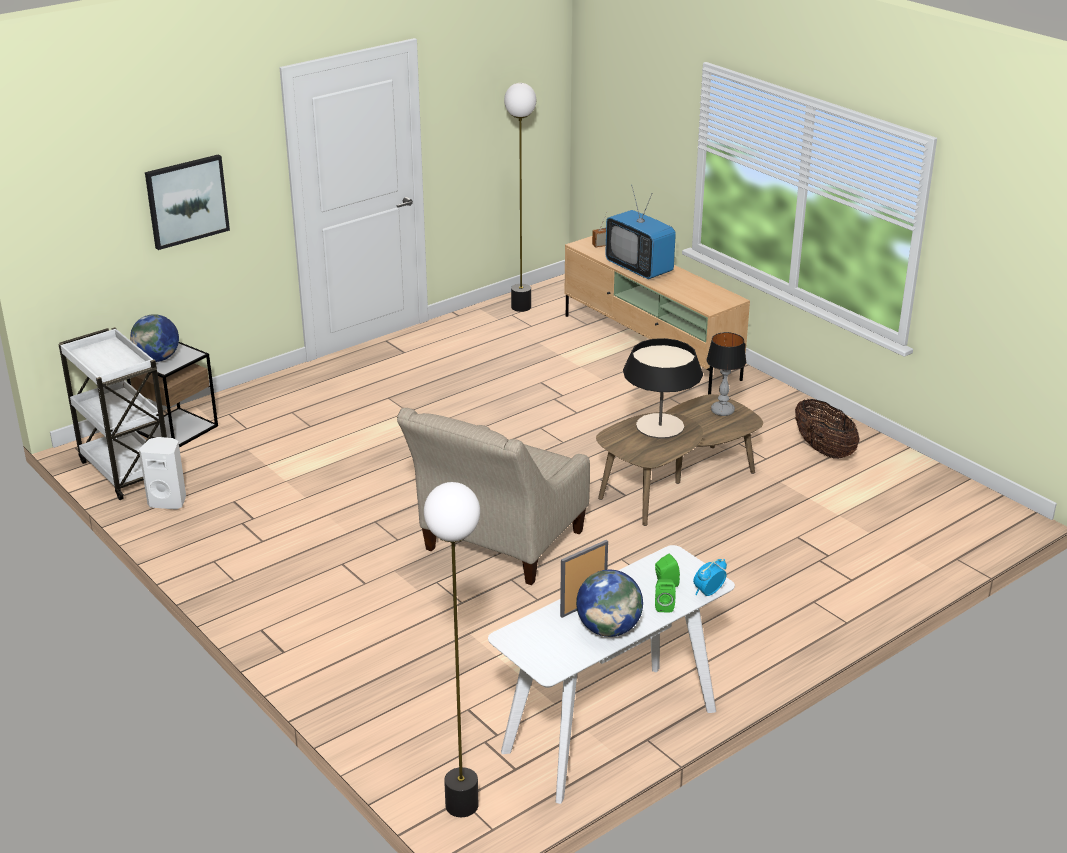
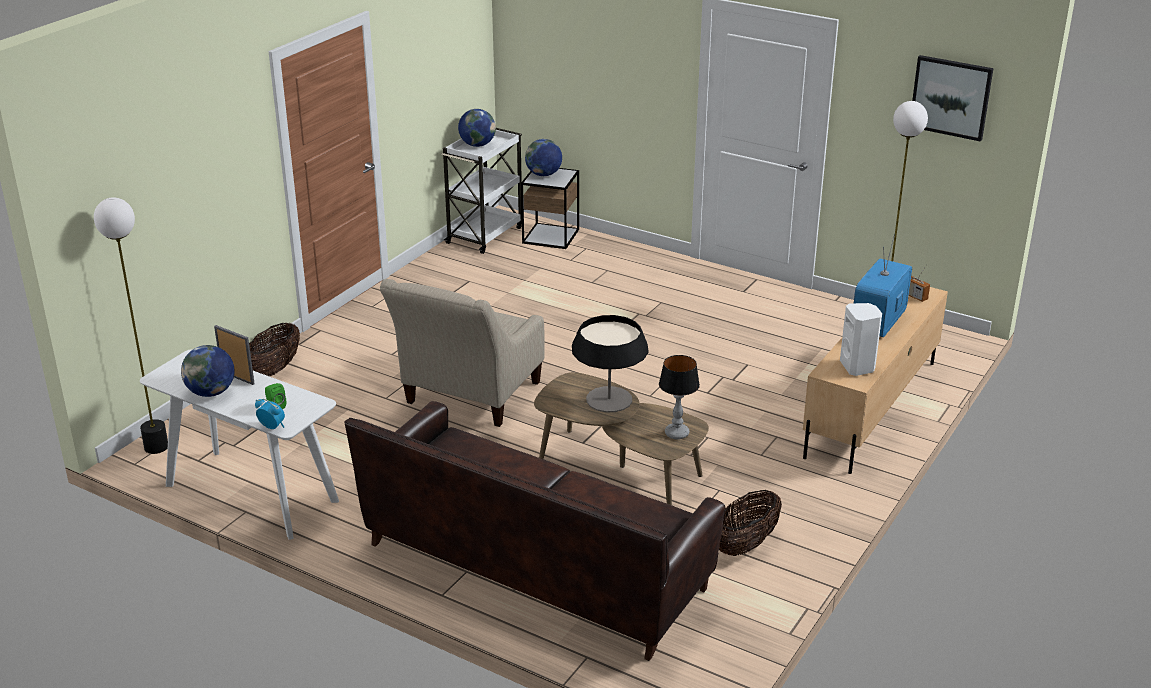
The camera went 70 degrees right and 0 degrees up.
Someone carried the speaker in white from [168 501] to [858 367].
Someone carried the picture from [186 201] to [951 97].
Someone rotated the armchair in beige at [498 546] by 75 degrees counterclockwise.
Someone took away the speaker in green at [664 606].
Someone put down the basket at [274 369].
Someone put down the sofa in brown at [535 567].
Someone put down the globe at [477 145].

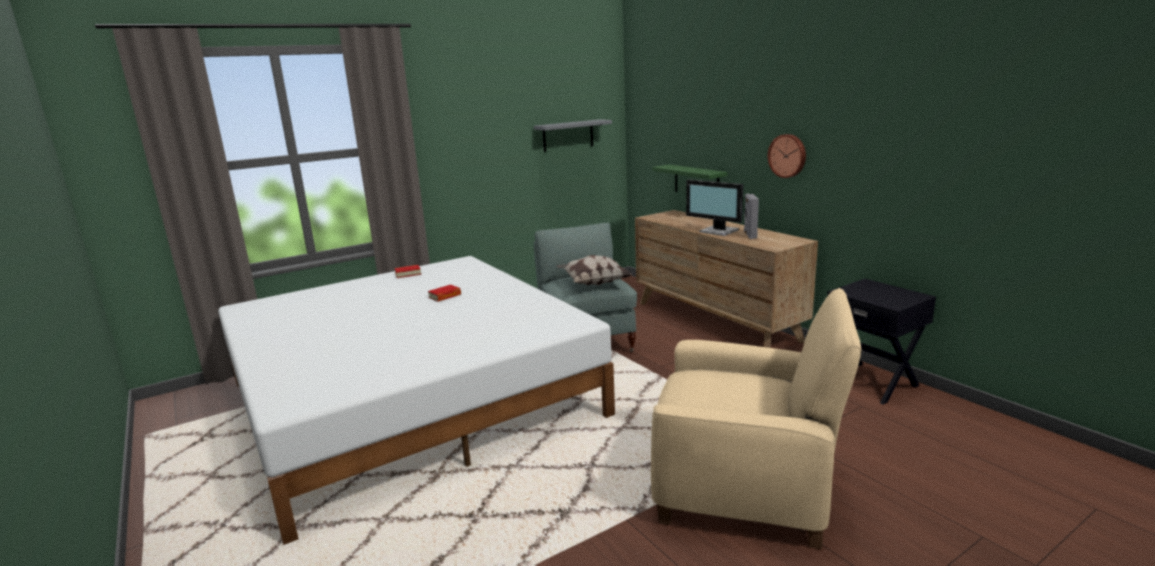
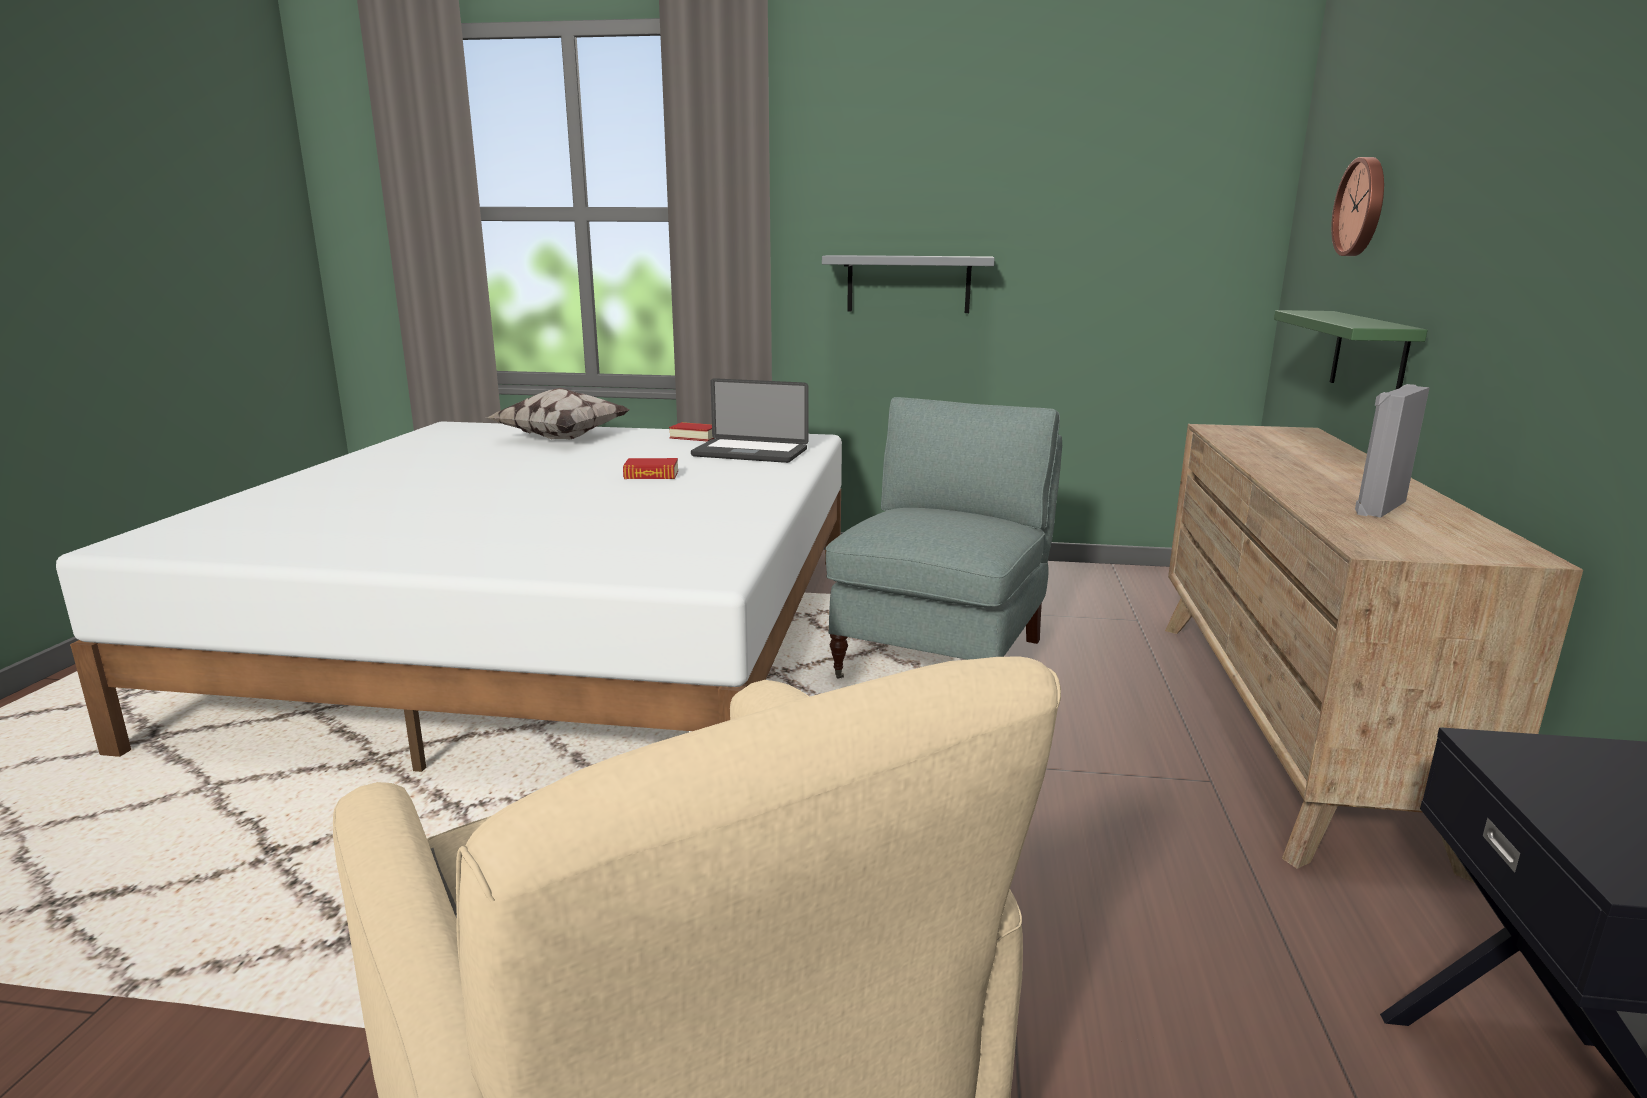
The camera went 40 degrees right and 0 degrees up.
Someone carried the shelf in grey from [568 135] to [908 284].
Someone carried the pillow from [593 283] to [562 437].
Someone took away the monitor at [718 231].
Someone carried the wall clock from [788 155] to [1362 207].
Someone put down the laptop at [750 453].

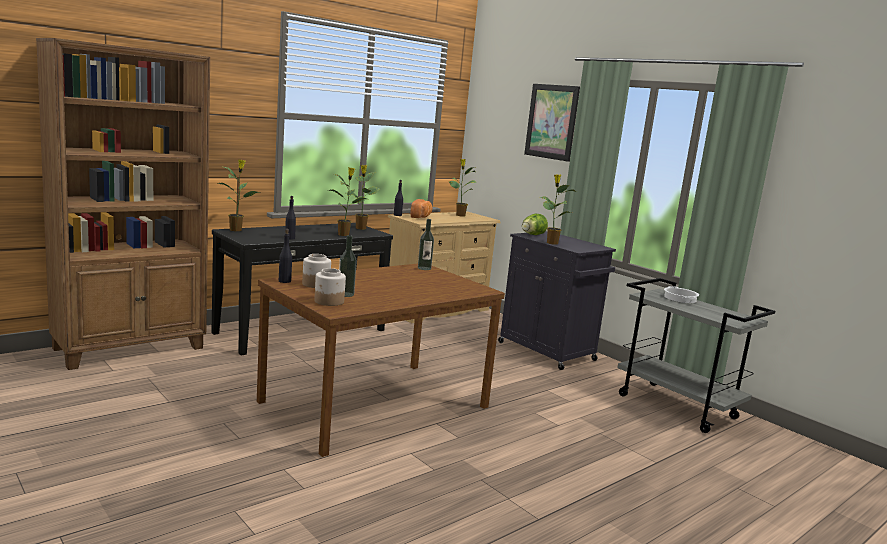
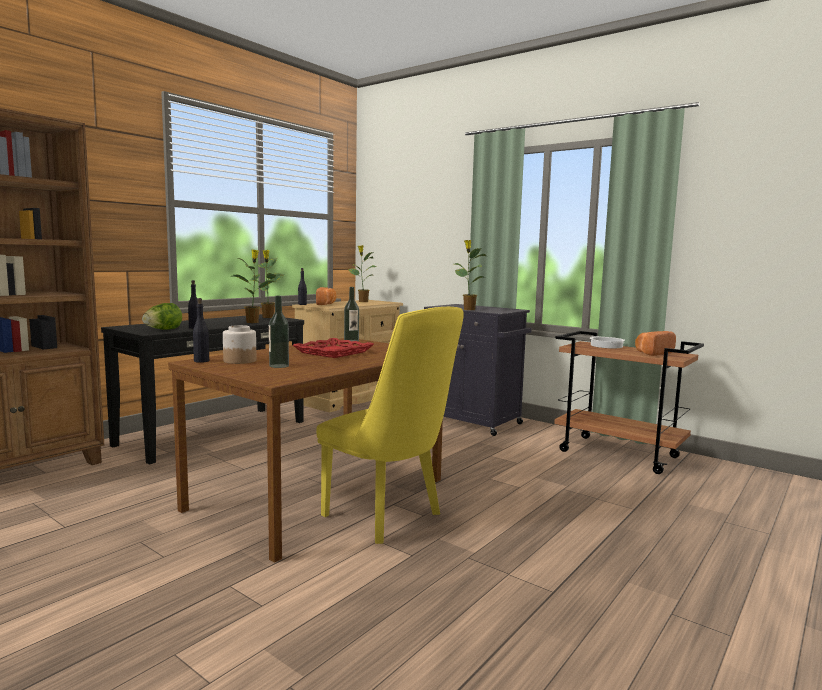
The camera went 10 degrees left and 5 degrees down.
Someone took away the potted plant at [236 230].
Someone took away the jar at [329 301].
Someone carried the lettuce from [532 235] to [163 330].
Someone took away the picture at [551 122].
Someone repainted the cart in grey at [678 407], which became the cart in brown at [620 454].
Someone put down the tray in red at [333 352].
Someone put down the chair in yellow at [389 518].
Someone put down the bread at [652 353].

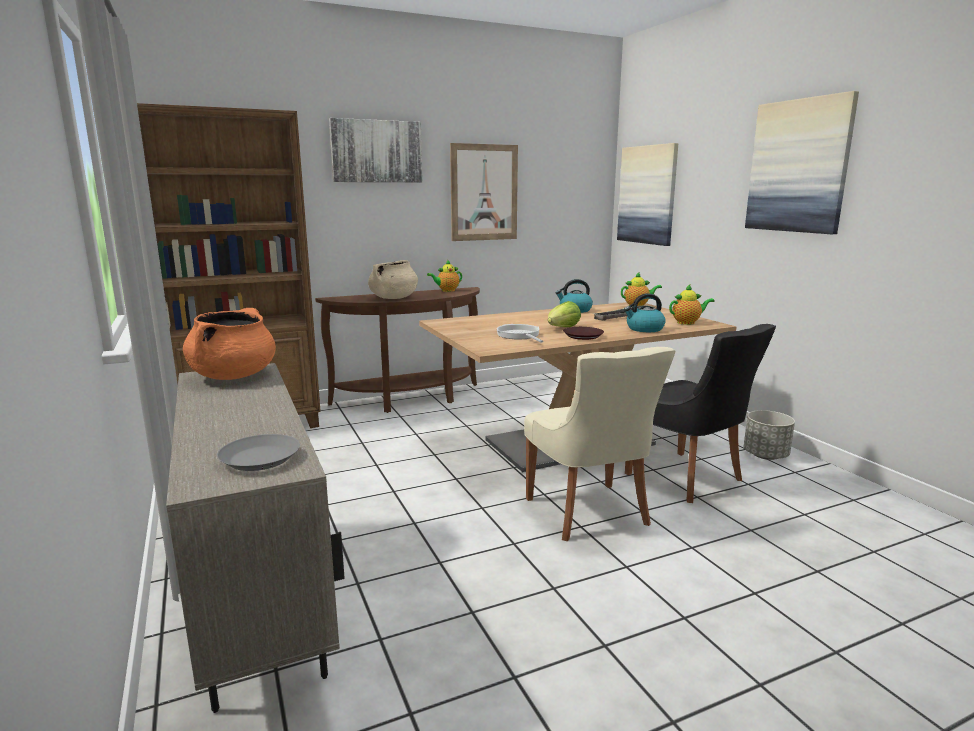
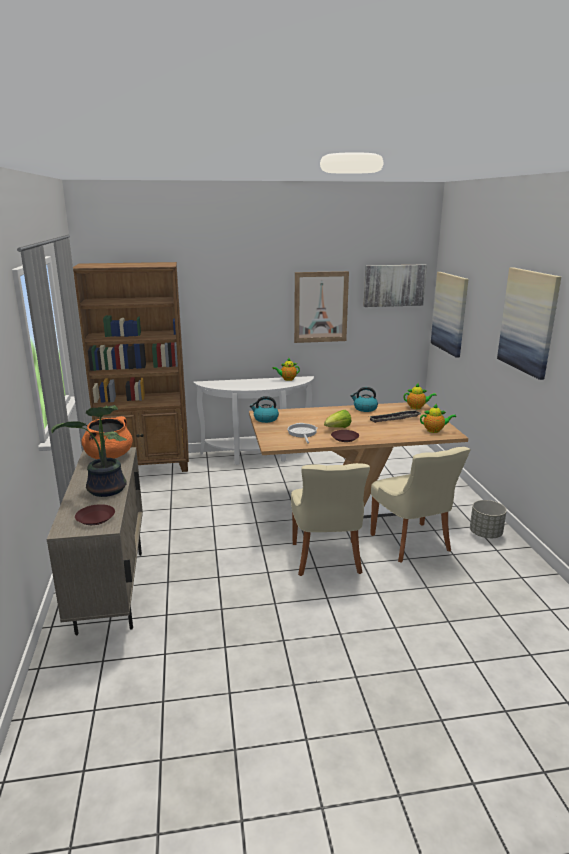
The camera went 15 degrees right and 5 degrees up.
Someone repainted the plate in grey at [260 458], which became the plate in brown at [95 518].
Someone repainted the console table in brown at [411 400], which became the console table in white at [257 456].
Someone carried the picture from [376 151] to [394 285].
Someone took away the cooking pot in beige at [393 298].
Someone carried the kettle from [644 329] to [265 419].
Someone repainted the chair in black at [687 478], which became the chair in beige at [412 544].
Someone put down the potted plant at [106 490].

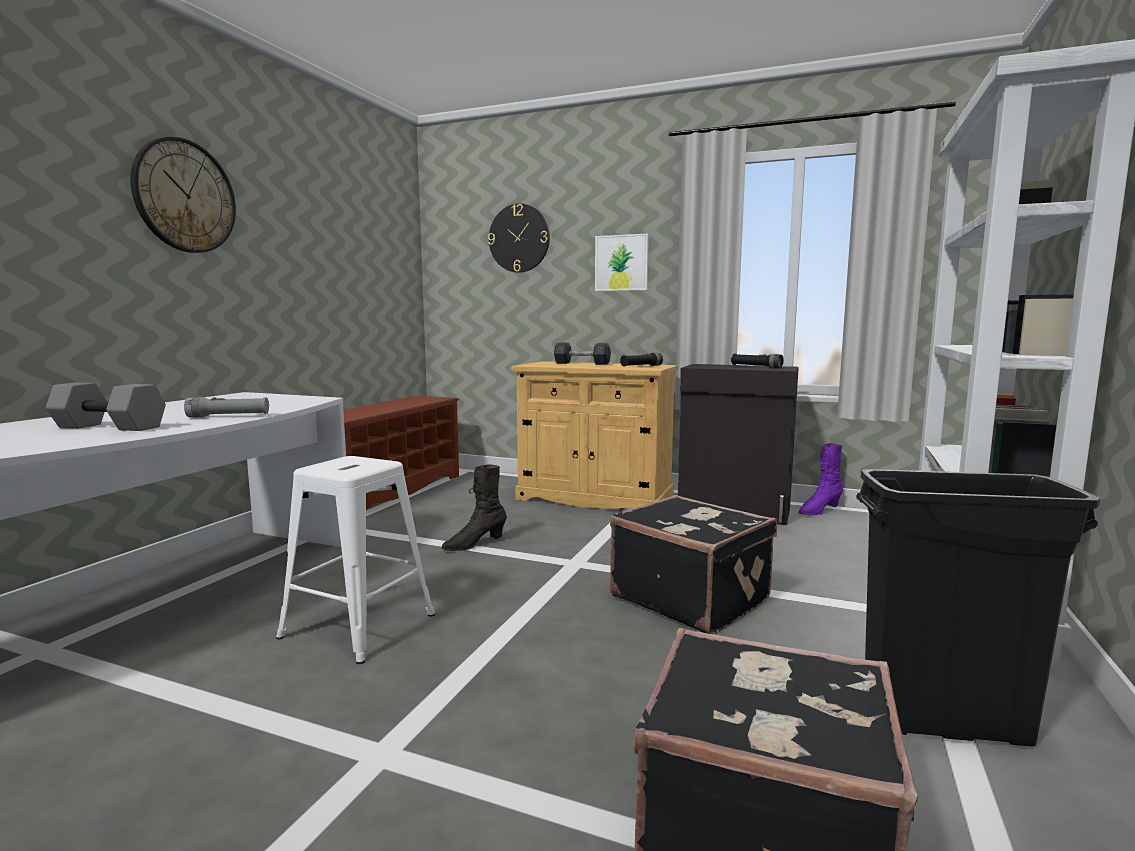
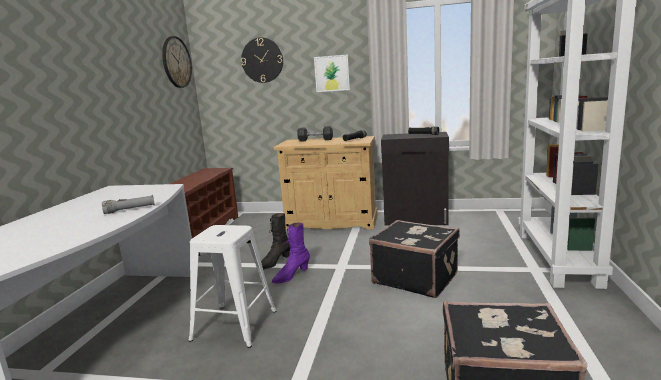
The camera went 10 degrees left and 5 degrees up.
Someone took away the dumbbell in grey at [111 427].
Someone carried the wall clock from [185 196] to [176 62].
Someone carried the boot in purple from [818 511] to [291 276].
Someone took away the trash can in black at [945 724].

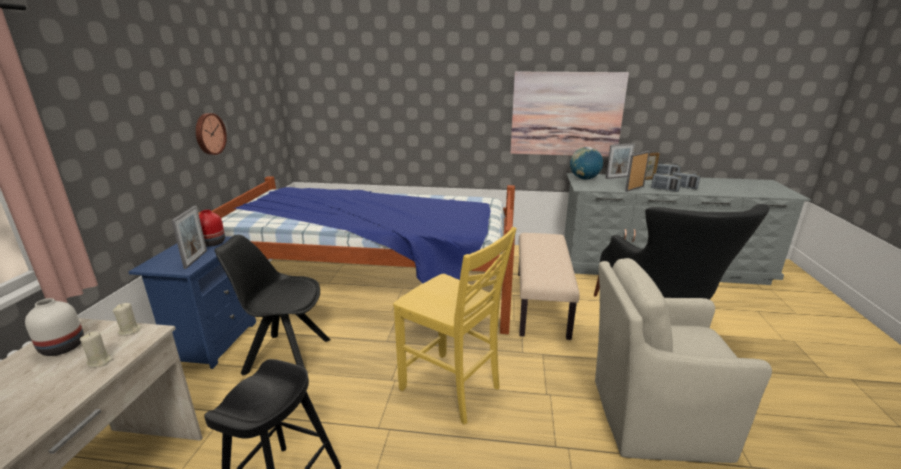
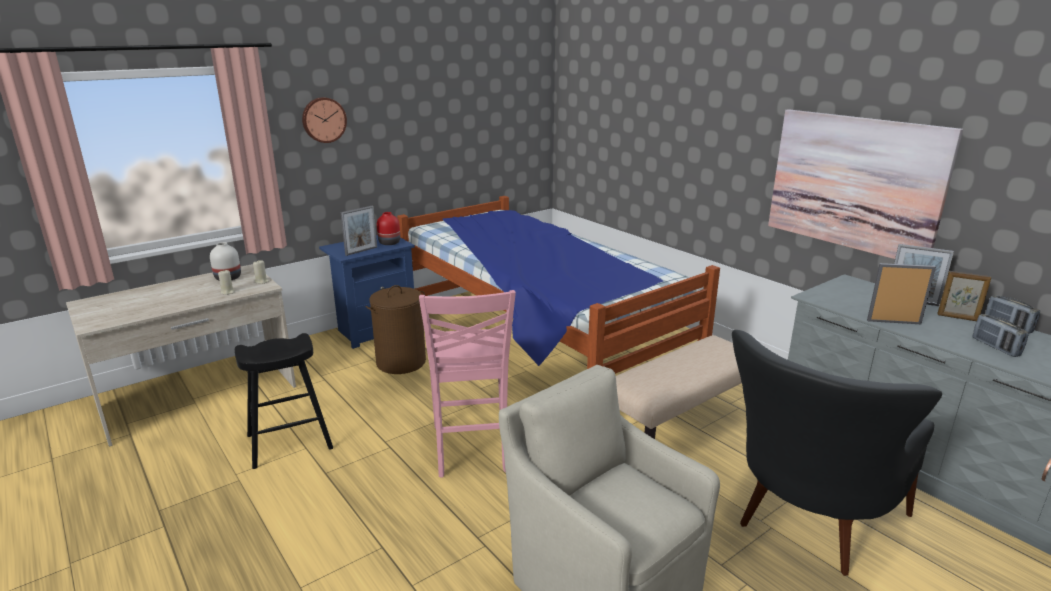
The camera went 45 degrees right and 0 degrees up.
Someone carried the wall clock from [209 134] to [323 120].
Someone swapped the chair in black at [285 355] for the laundry basket in brown at [401 362].
Someone repainted the chair in yellow at [452 388], which became the chair in pink at [471 449].
Someone took away the globe at [584 179].
Someone took away the radio at [664 189].

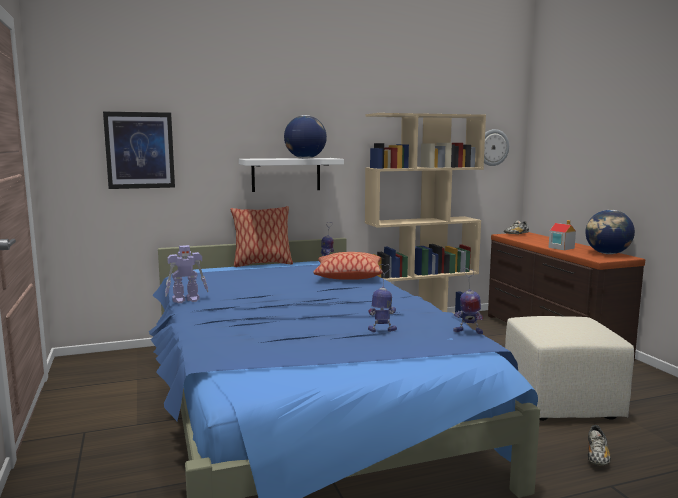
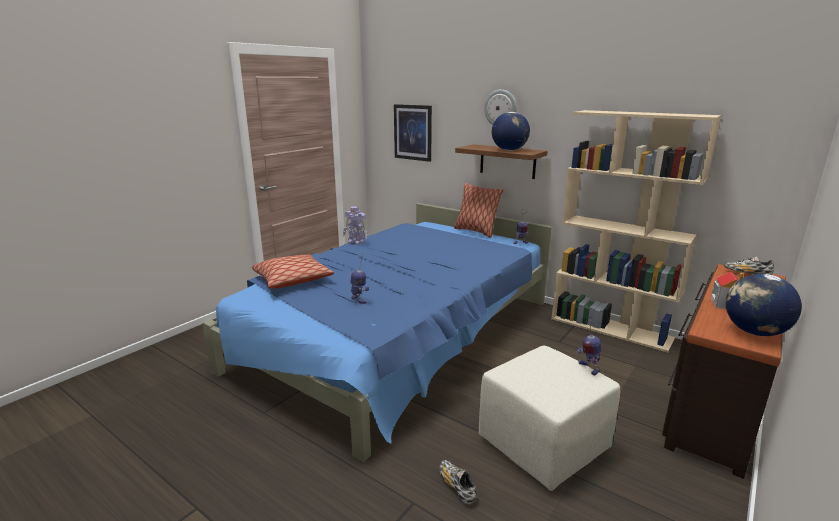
The camera went 55 degrees right and 10 degrees up.
Someone repainted the shelf in white at [286 174], which became the shelf in brown at [507 161].
Someone carried the pillow from [348 276] to [293 280].
Someone carried the toy robot from [467 331] to [588 368].
Someone carried the wall clock from [492 147] to [500 108].
Someone rotated the shoe at [597 457] by 75 degrees clockwise.

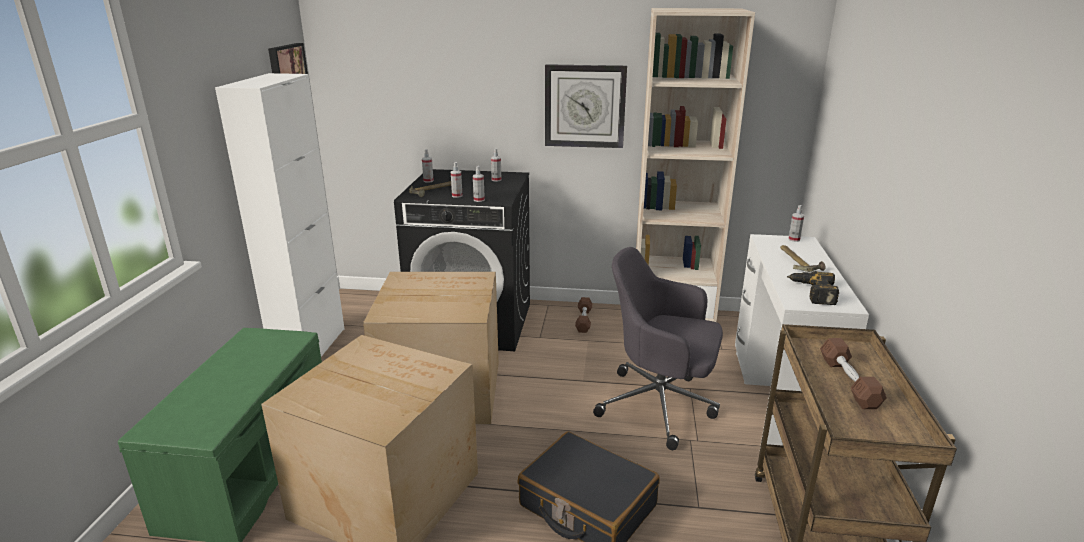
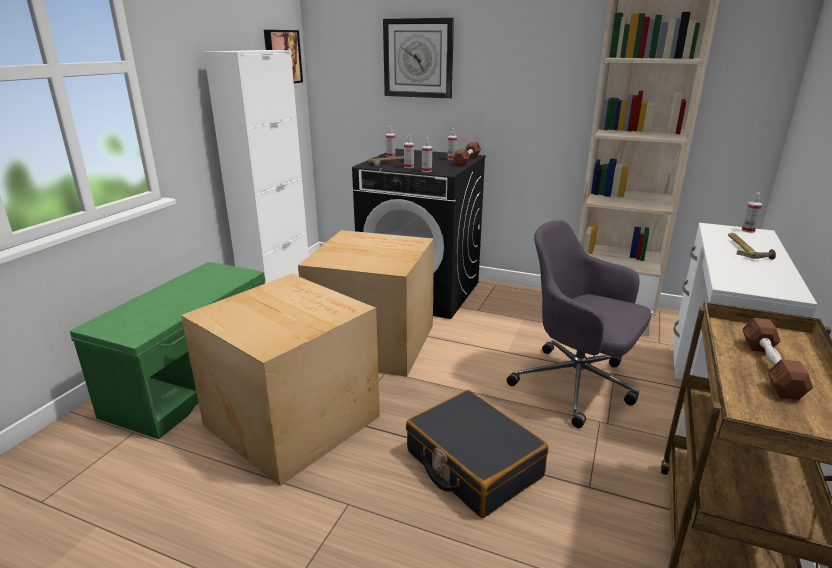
The camera went 15 degrees right and 0 degrees up.
Someone carried the wall clock from [585 106] to [418 58].
Someone carried the dumbbell in brown from [583 320] to [466 160].
Someone took away the power drill at [811 292].

